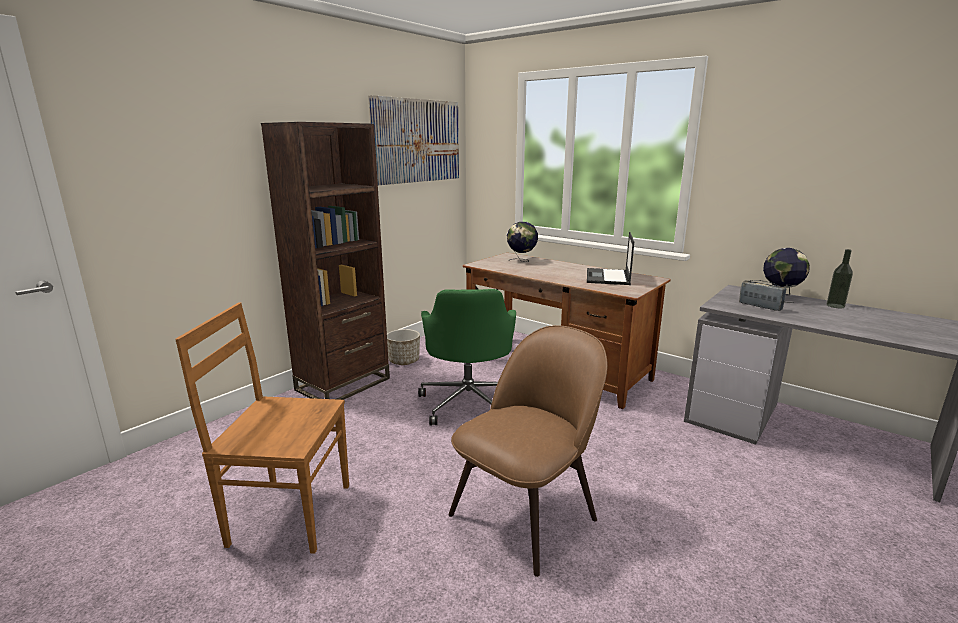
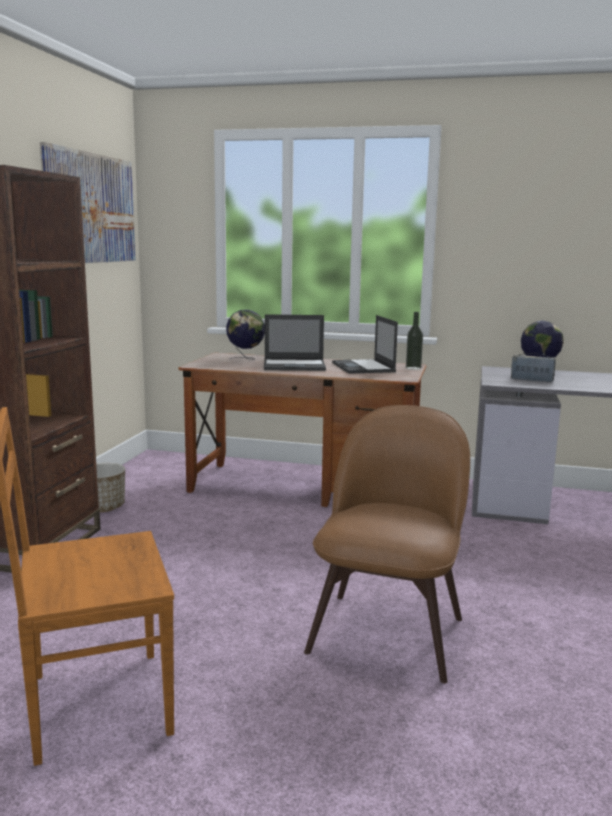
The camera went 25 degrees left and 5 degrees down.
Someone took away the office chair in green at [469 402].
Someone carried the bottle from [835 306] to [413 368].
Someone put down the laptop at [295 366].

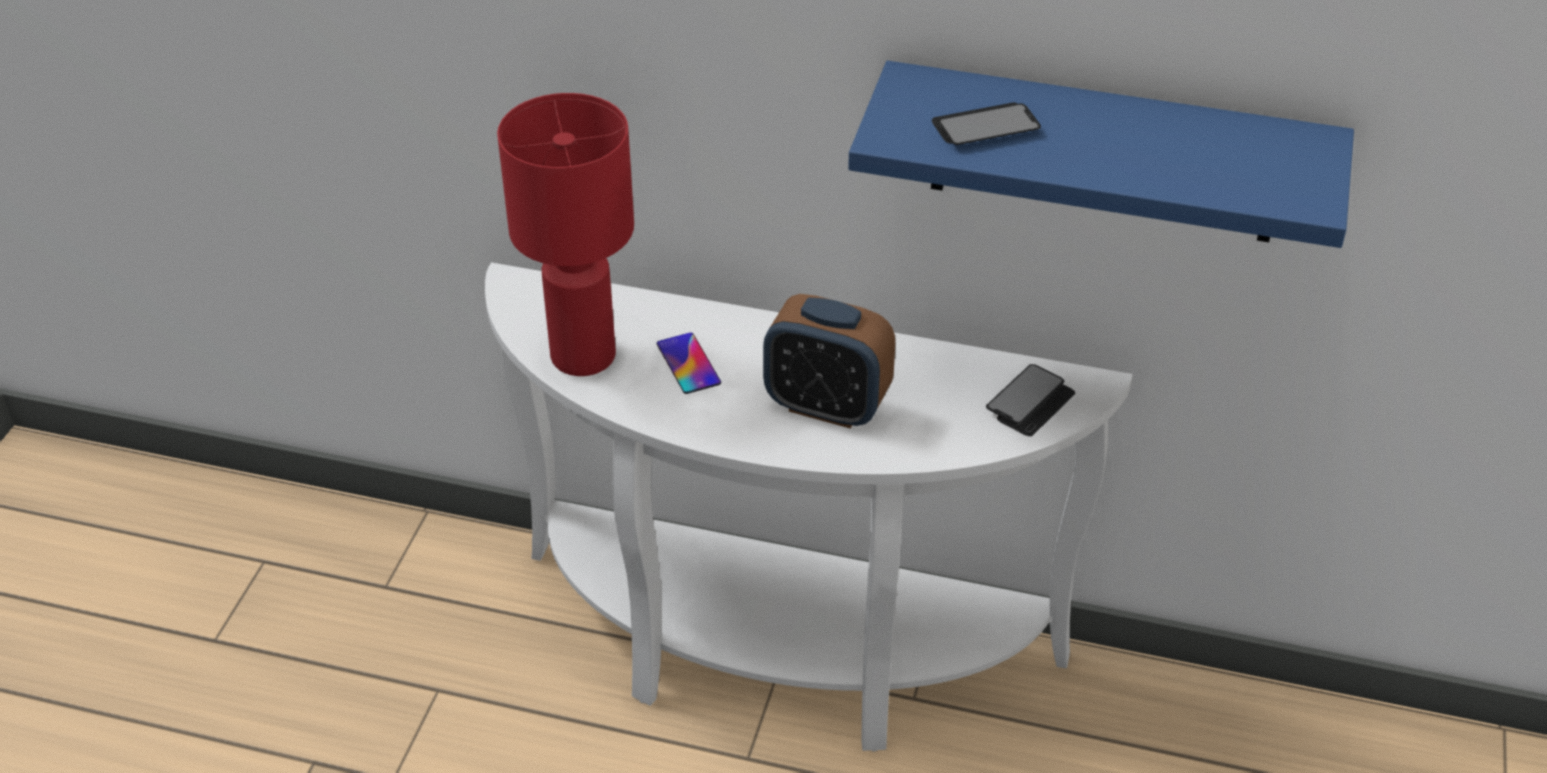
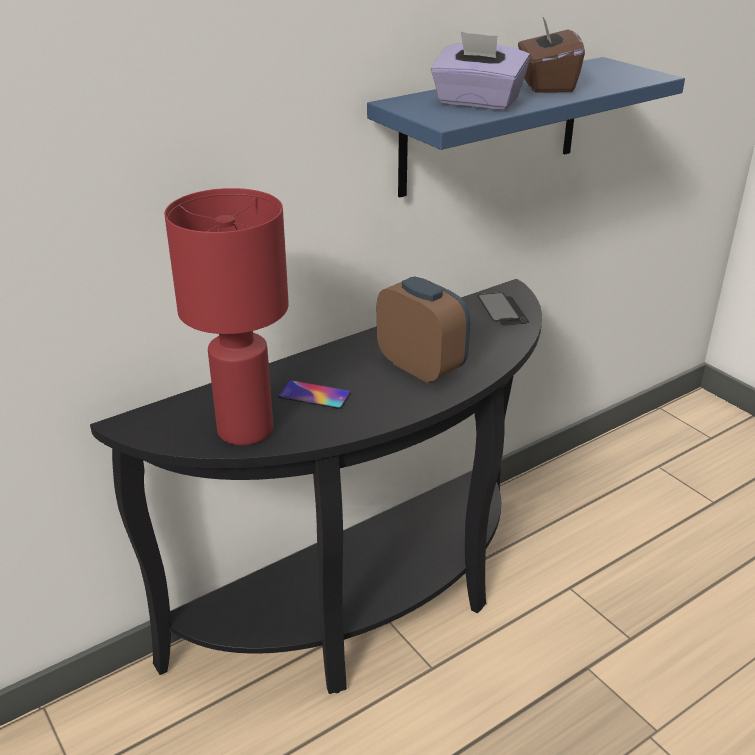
The camera went 50 degrees left and 10 degrees down.
Someone repainted the console table in white at [777 655], which became the console table in black at [371 607].
Someone rotated the alarm clock at [827 406] by 105 degrees counterclockwise.
Someone swapped the phone at [985 127] for the tissue box in purple at [477 102].
Someone put down the tissue box in brown at [545 84].

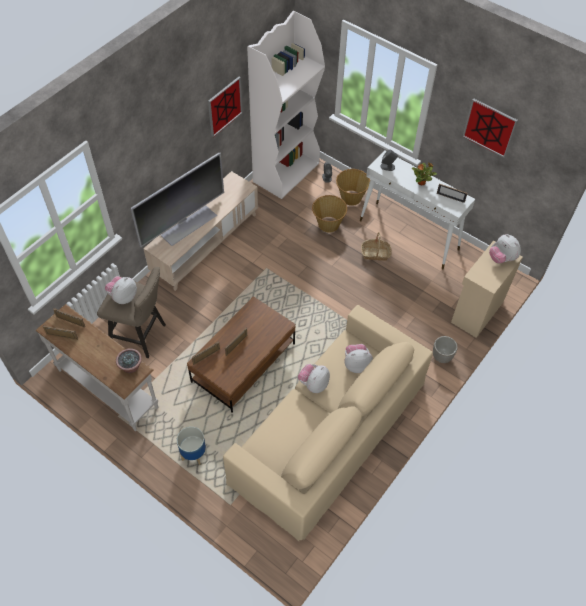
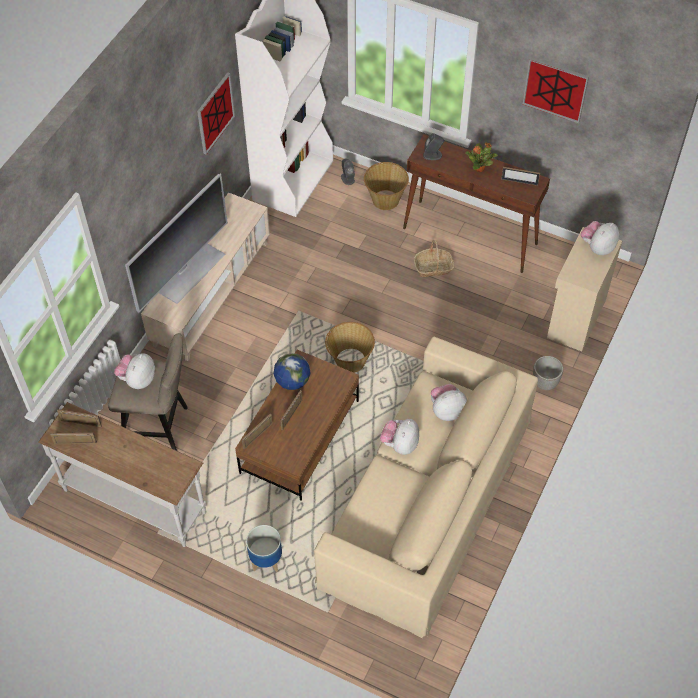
The camera went 10 degrees left and 0 degrees up.
Someone took away the potted plant at [131 367].
Someone carried the basket from [328 224] to [350 361].
Someone repainted the console table in white at [409 235], which became the console table in brown at [470 236].
Someone rotated the plush toy at [501 258] by 90 degrees clockwise.
Someone put down the globe at [292 381].

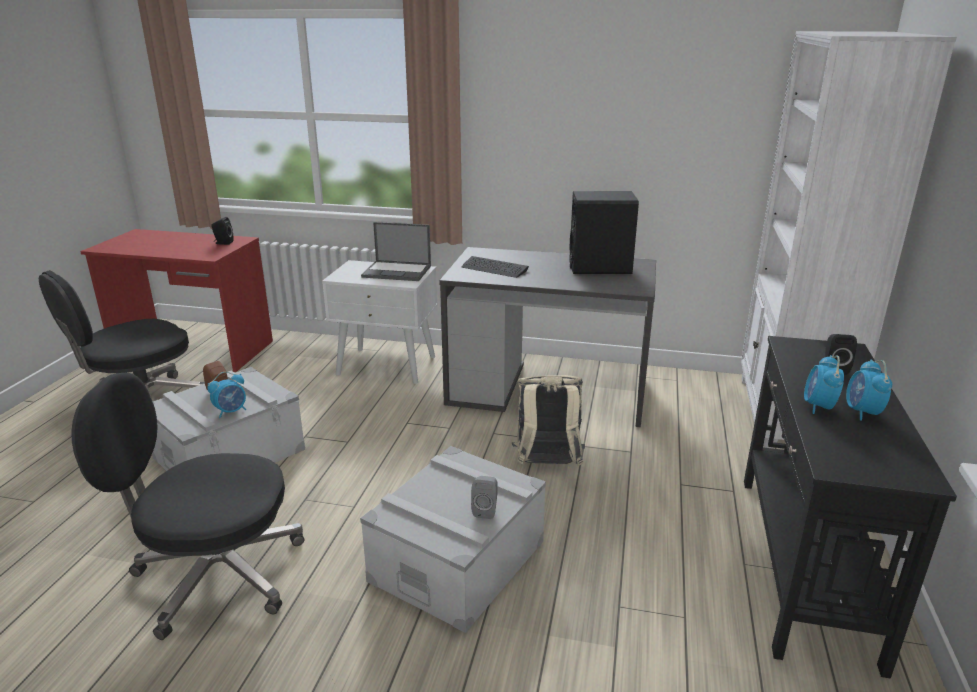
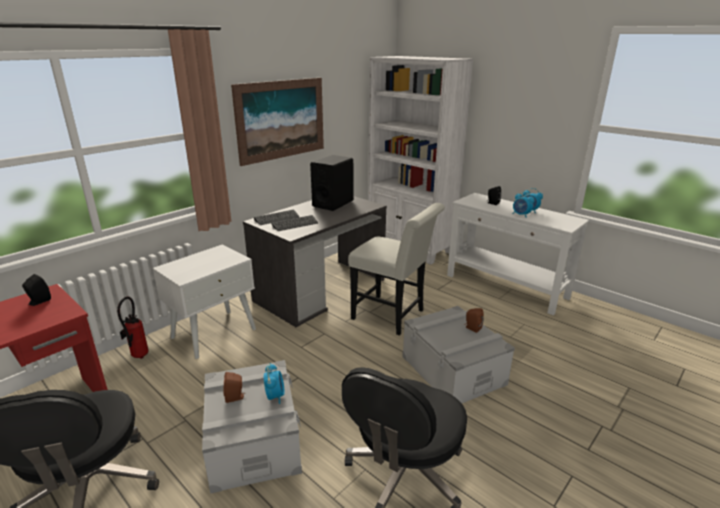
The camera went 60 degrees left and 0 degrees up.
Someone took away the laptop at [398 271].
Someone repainted the speaker in grey at [485 510], which became the speaker in brown at [472 328].
Someone swapped the backpack in beige at [547 465] for the chair in white at [392 316].
Someone repainted the console table in black at [803 563], which became the console table in white at [506 287].
Someone put down the fire extinguisher at [137 357].
Someone put up the picture at [281 119].
Someone put down the keyboard at [277 218].

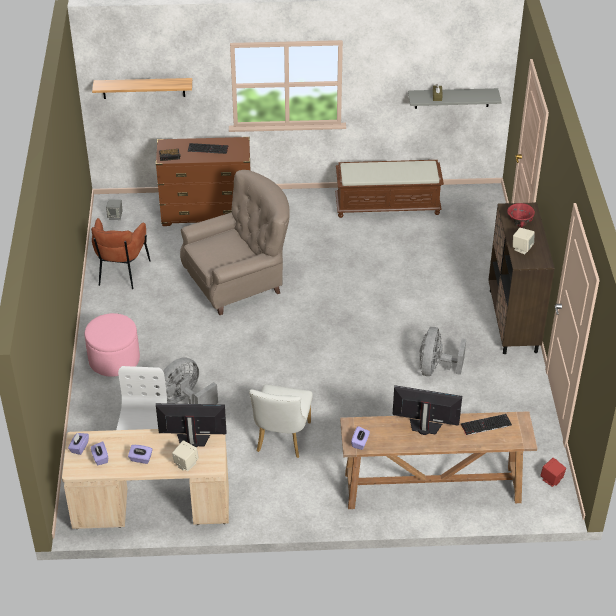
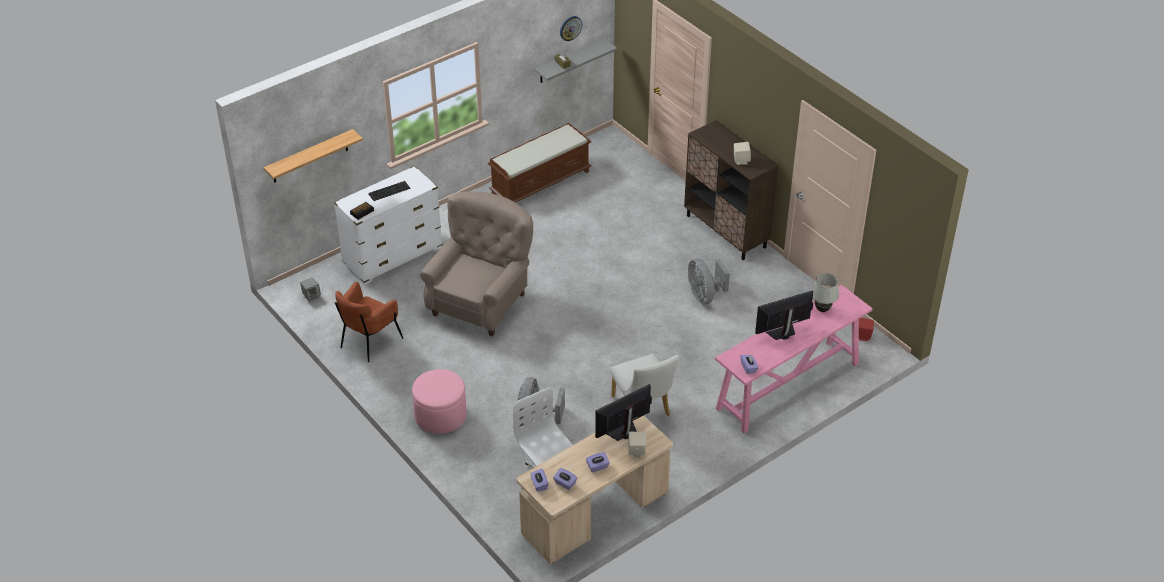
The camera went 35 degrees left and 0 degrees up.
Someone rotated the armchair in brown at [121 272] by 60 degrees clockwise.
Someone repainted the dresser in brown at [207 213], which became the dresser in white at [393 256].
Someone repainted the console table in brown at [431 488], which became the console table in pink at [787 386].
Someone swapped the keyboard at [485 425] for the table lamp in white at [822 309].
Someone took away the bowl in red at [519 222].
Someone put up the wall clock at [570 28].

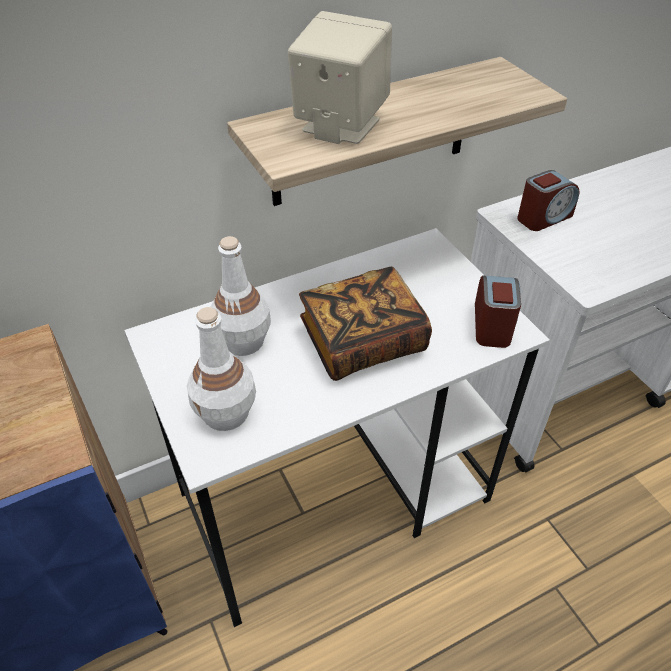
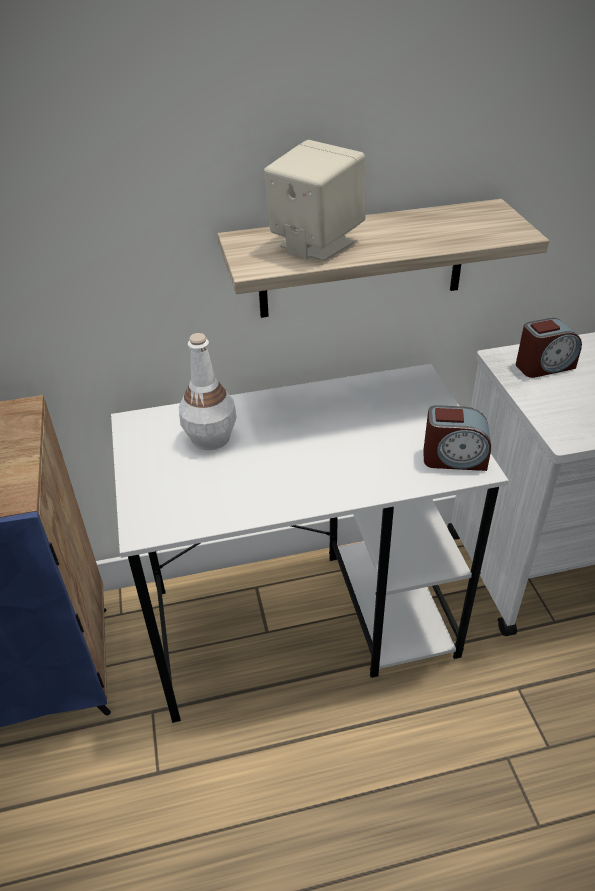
The camera went 15 degrees right and 5 degrees down.
Someone took away the bottle in white at [226 413].
Someone took away the book at [362 342].
Someone rotated the alarm clock at [492 325] by 75 degrees clockwise.

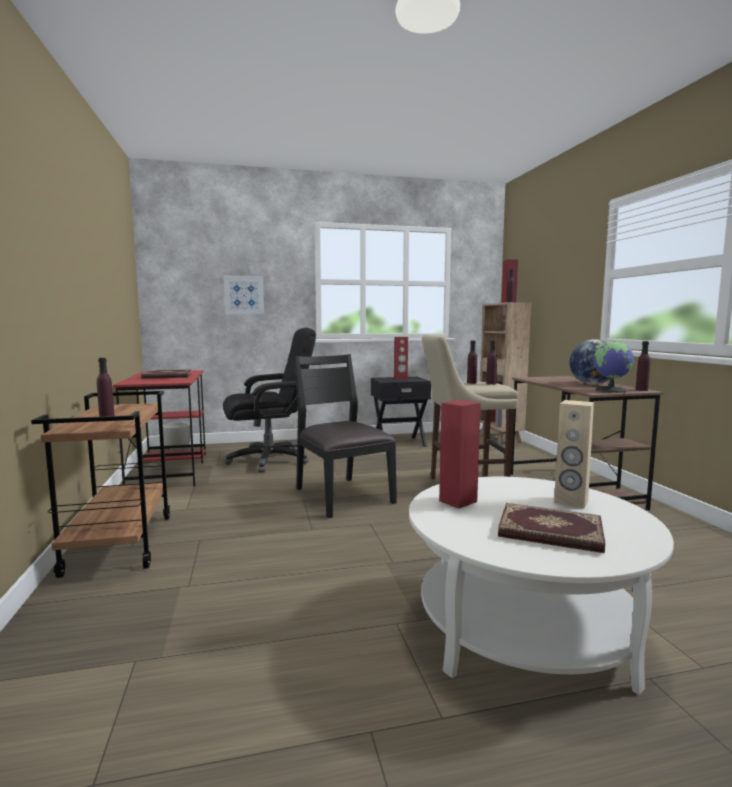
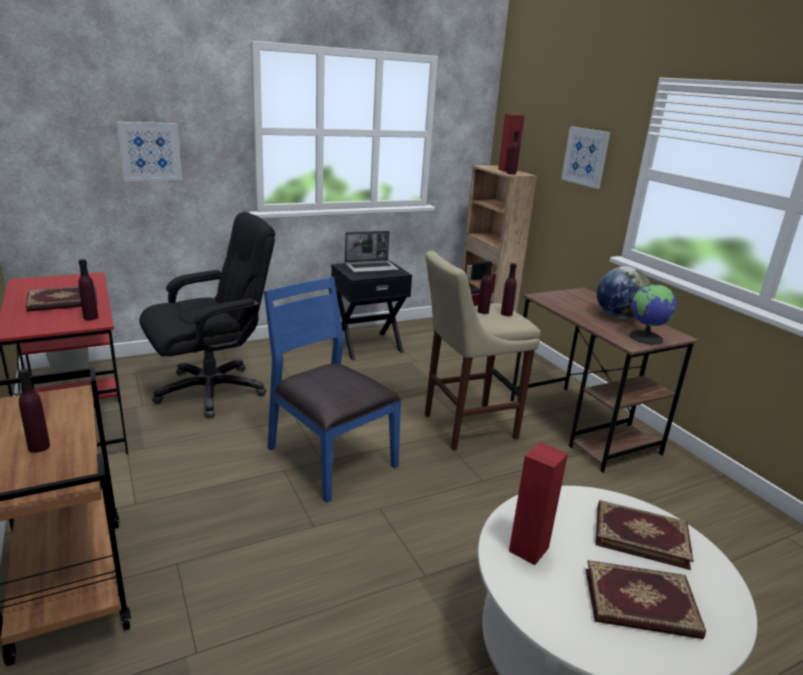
The camera went 15 degrees left and 15 degrees up.
Someone repainted the chair in black at [341 495], which became the chair in blue at [329 457].
Someone swapped the speaker in red at [400 378] for the laptop at [371 268].
Someone swapped the speaker in beige at [571 501] for the book at [641 535].
Someone carried the bottle in purple from [641 390] to [91 317].
Someone put up the picture at [586 157].

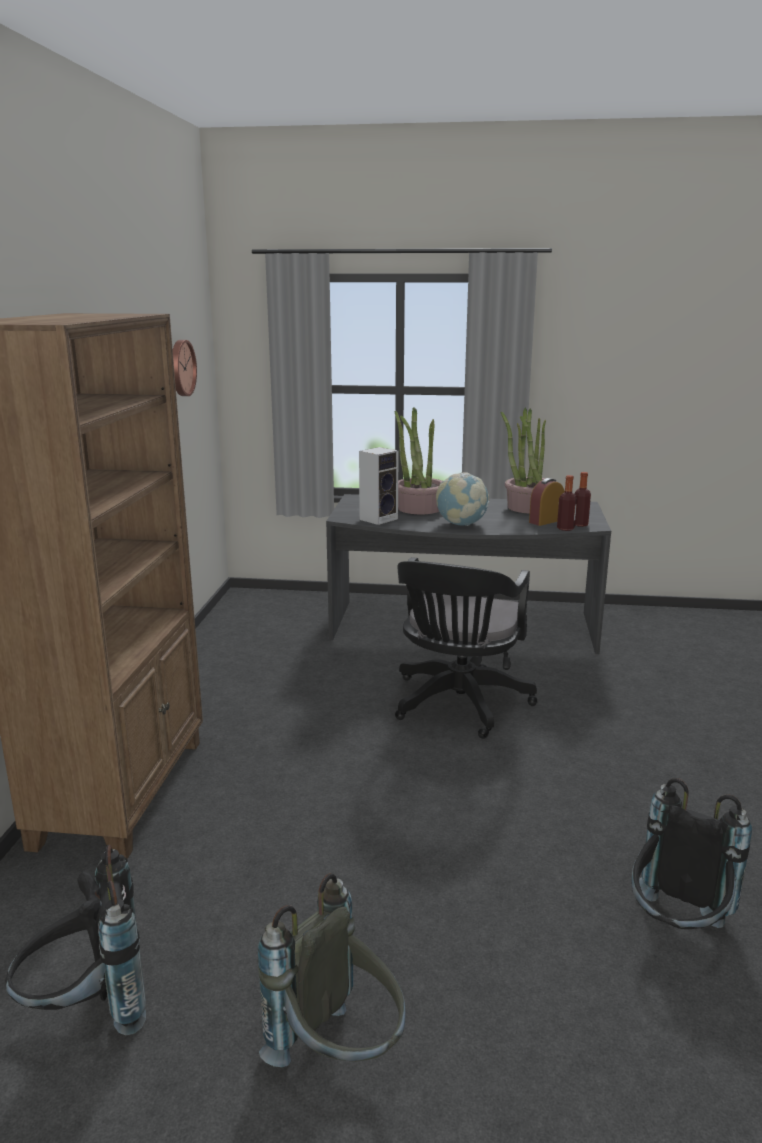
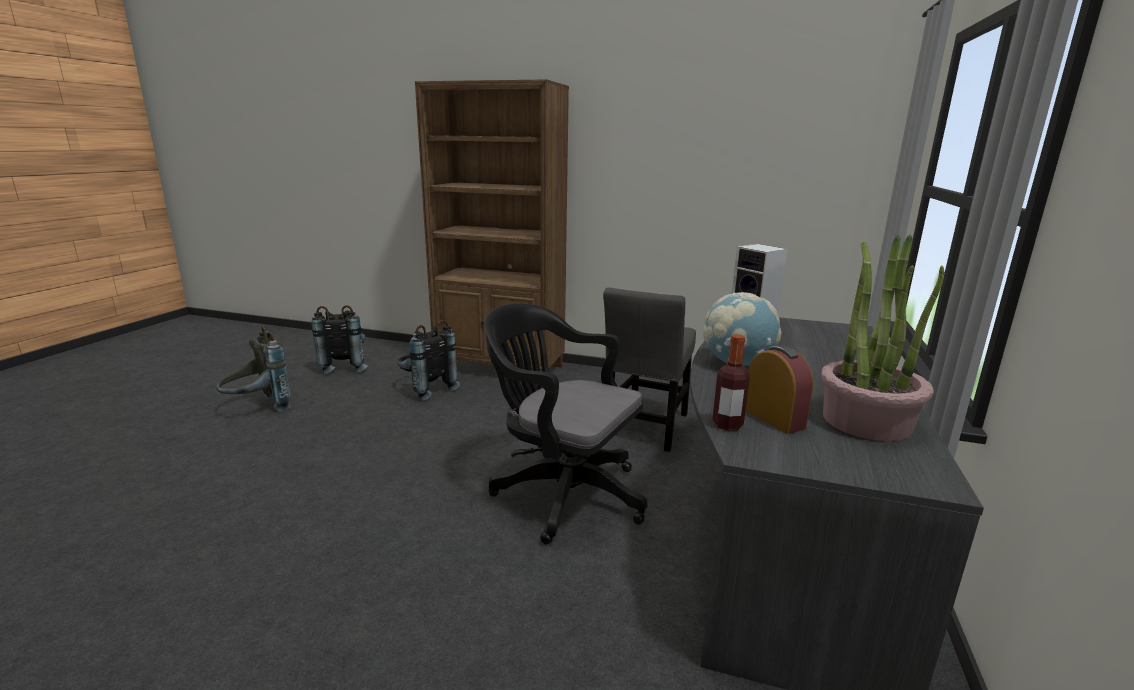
The camera went 100 degrees right and 0 degrees up.
Someone took away the wall clock at [181 368].
Someone took away the potted plant at [419 508].
Someone took away the bottle at [579 524].
Someone carried the backpack in black from [676 930] to [426 389].
Someone put down the chair in grey at [646 428].

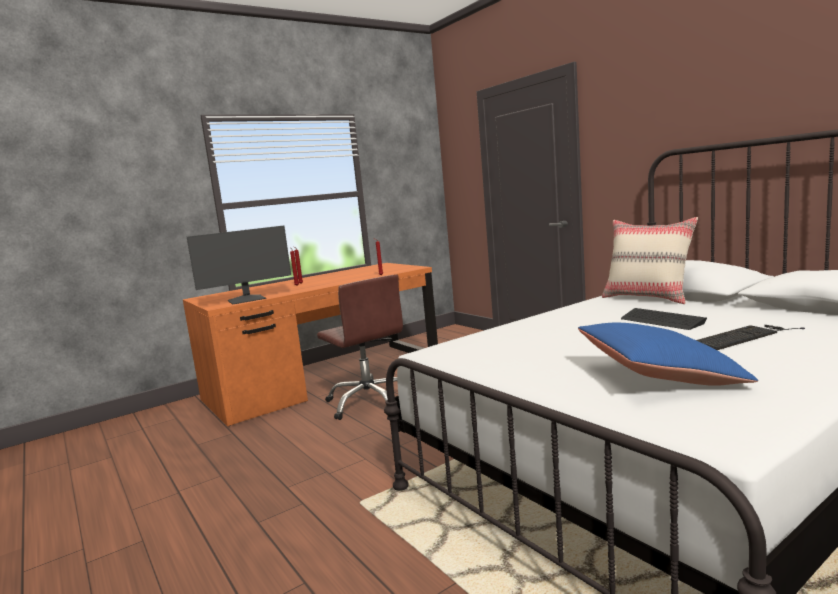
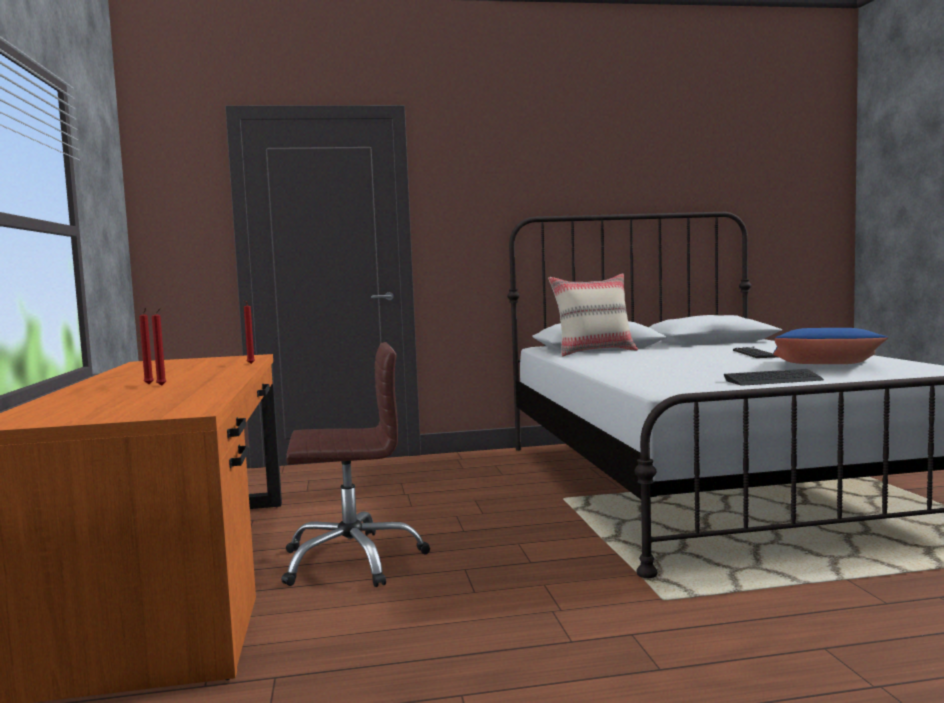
The camera went 65 degrees left and 5 degrees down.
Someone took away the monitor at [247 300].
Someone carried the keyboard from [661 321] to [773 380].

